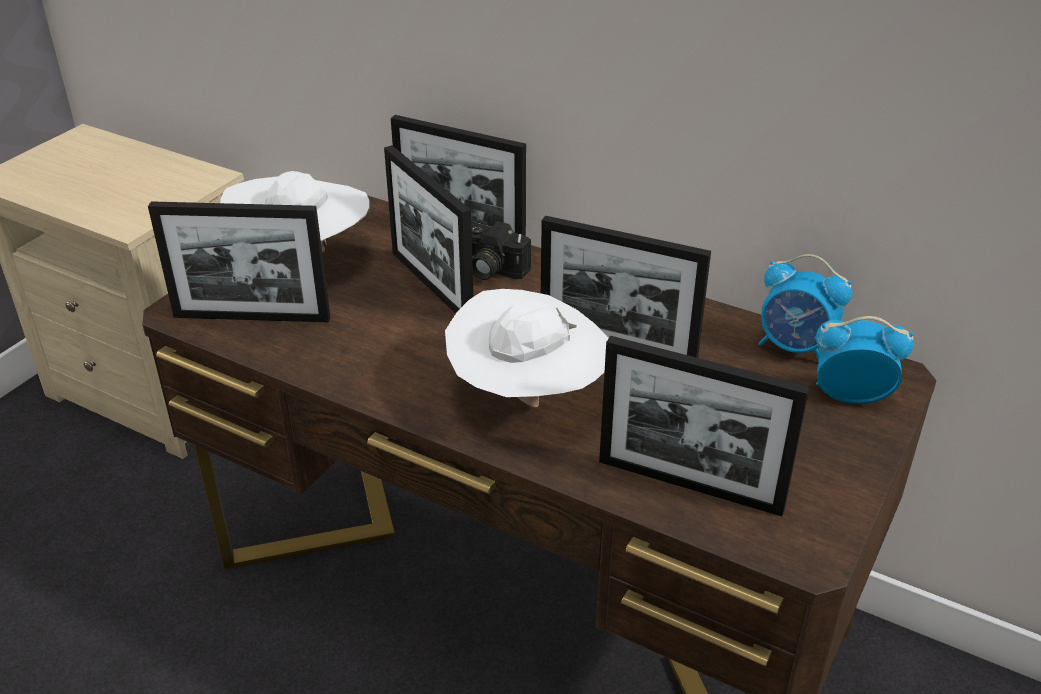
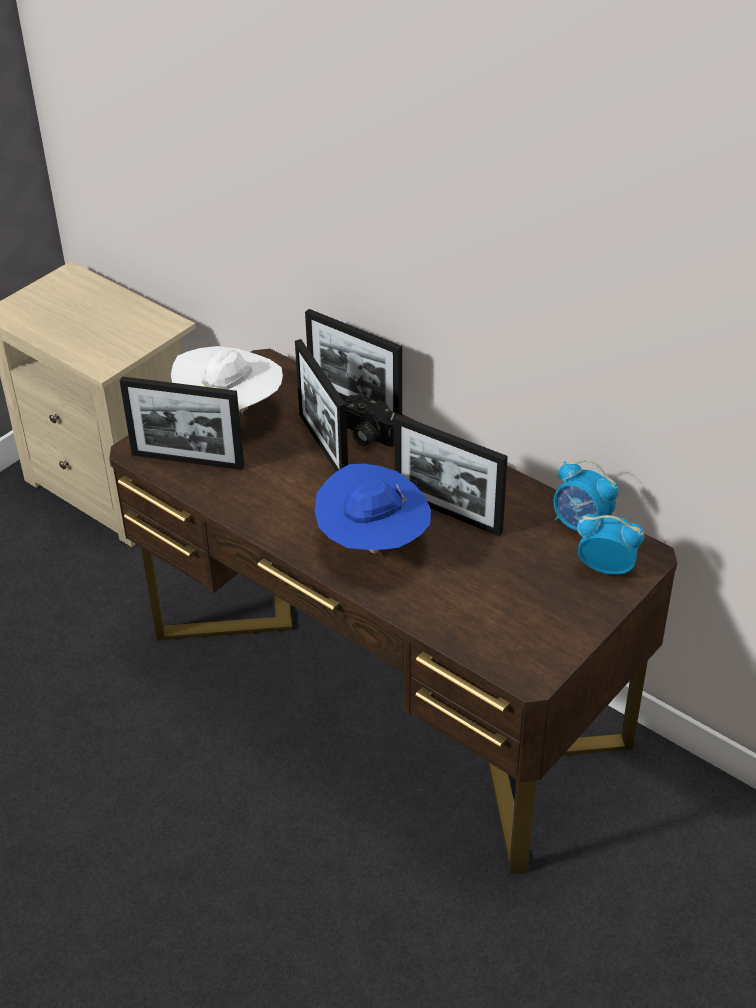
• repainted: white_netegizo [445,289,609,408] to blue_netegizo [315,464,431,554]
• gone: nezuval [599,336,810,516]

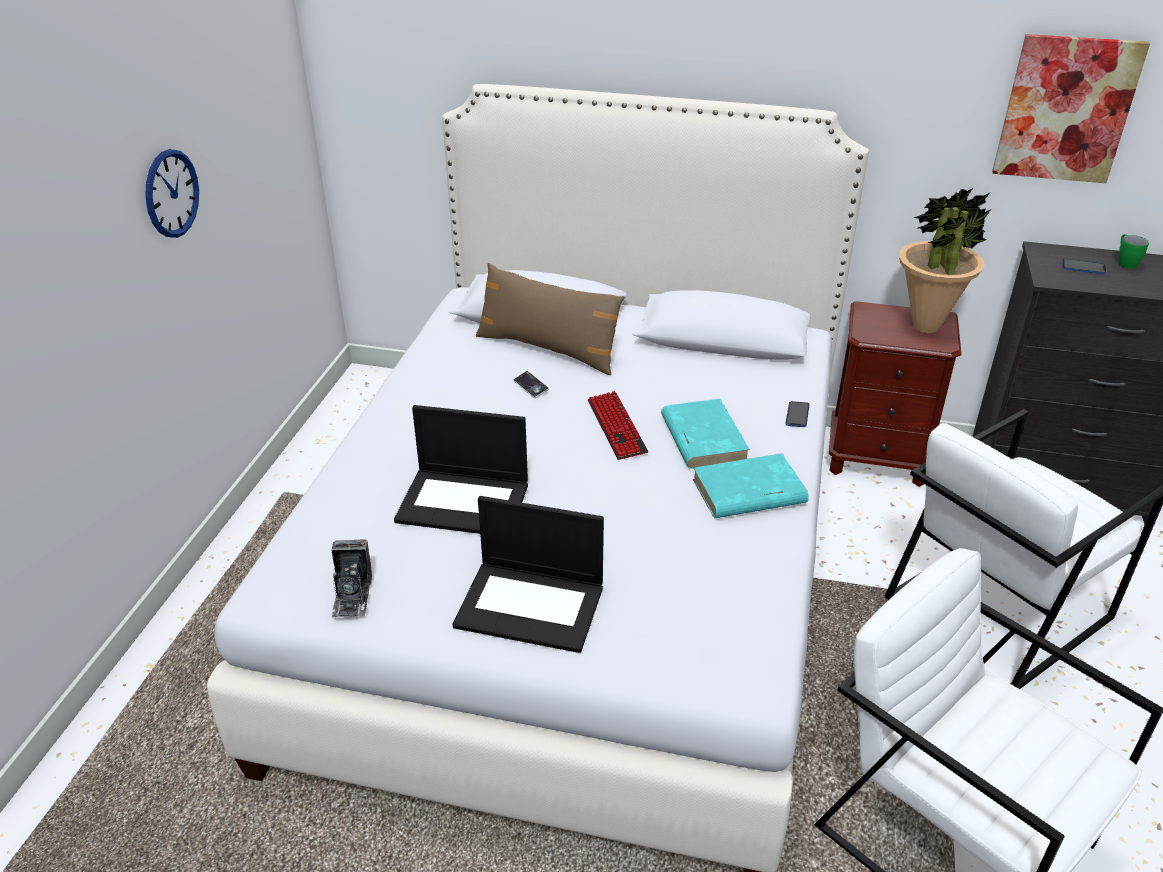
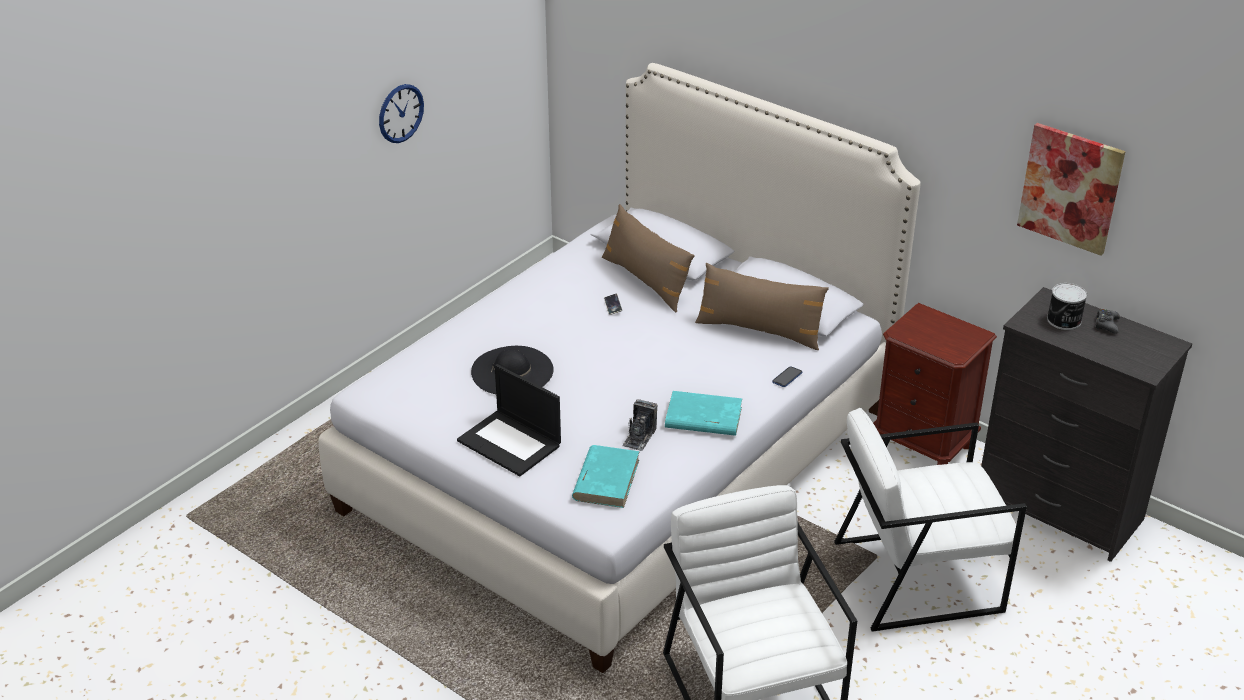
• swapped: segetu [394,405,528,534] to black_netegizo [471,346,554,394]
• shifted: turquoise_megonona [661,399,750,469] to [572,445,640,508]
• shifted: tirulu [331,539,372,618] to [622,399,657,451]
• new: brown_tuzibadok [695,263,829,350]
• swapped: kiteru [1062,258,1106,275] to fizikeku [1047,283,1087,330]
• swapped: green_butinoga [1118,234,1149,269] to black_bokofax [1094,309,1120,334]
• gone: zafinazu [588,391,648,460]
• gone: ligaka [899,188,991,333]

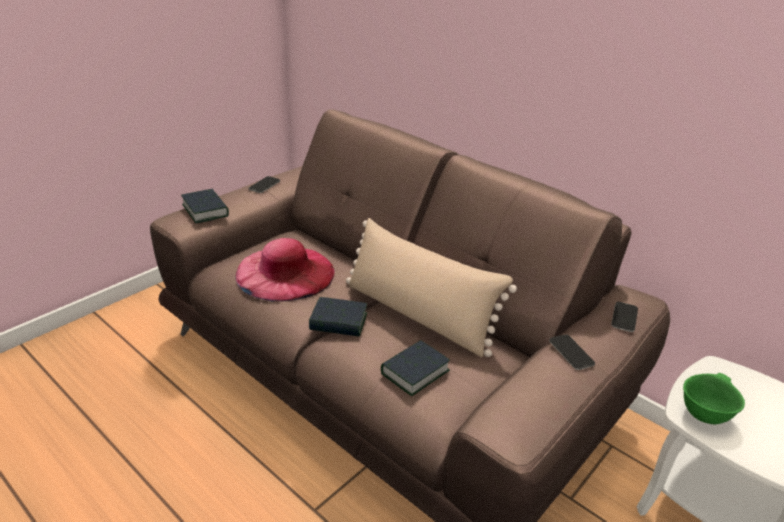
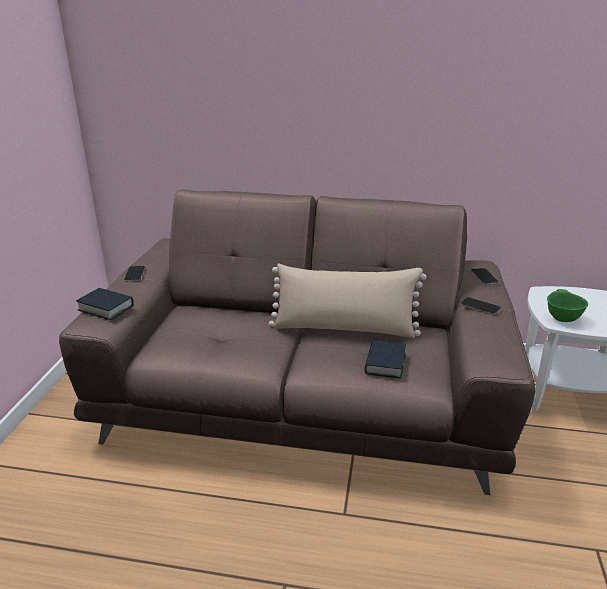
• gone: pink_netegizo [235,238,335,302]
• gone: megonona [309,297,367,337]

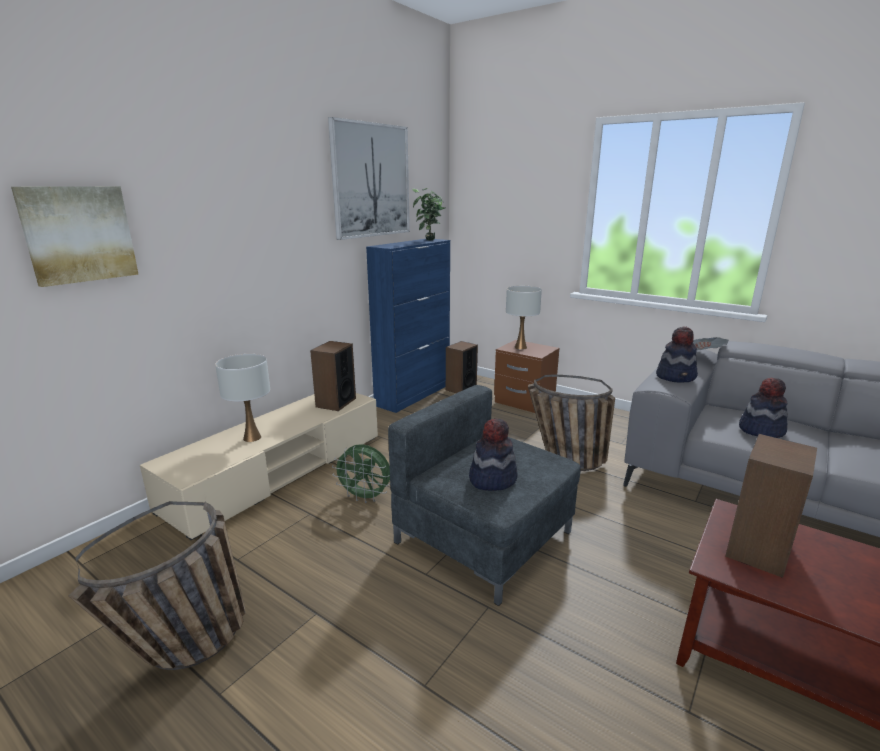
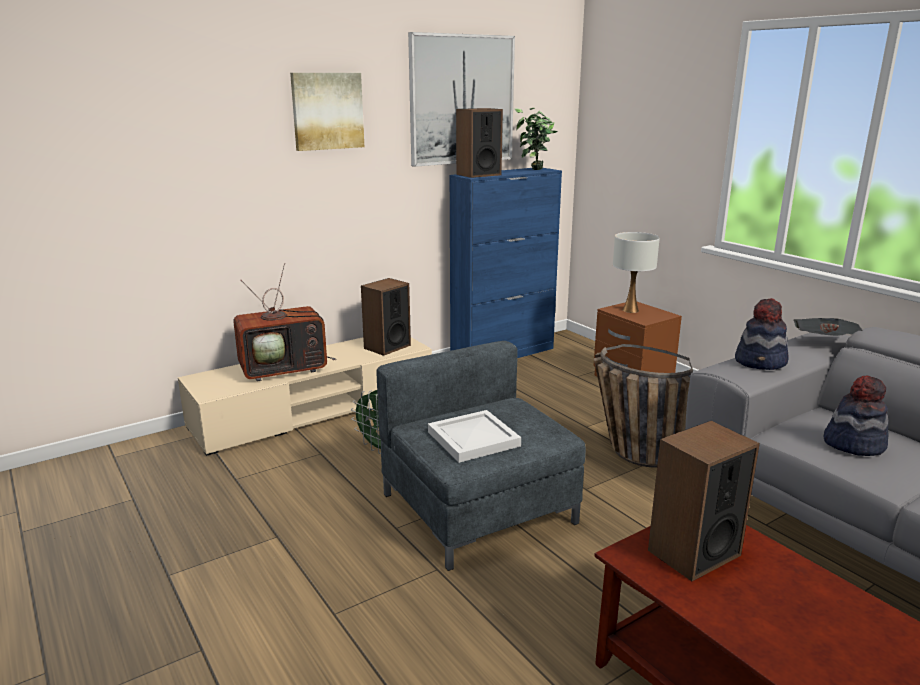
• swapped: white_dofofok [215,354,270,442] to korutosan [233,263,337,381]
• shifted: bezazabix [11,186,139,287] to [290,73,364,151]
• swapped: netegizo [469,418,518,491] to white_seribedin [428,410,521,463]
• shifted: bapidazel [446,341,478,393] to [456,108,503,178]
• gone: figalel [68,501,245,670]

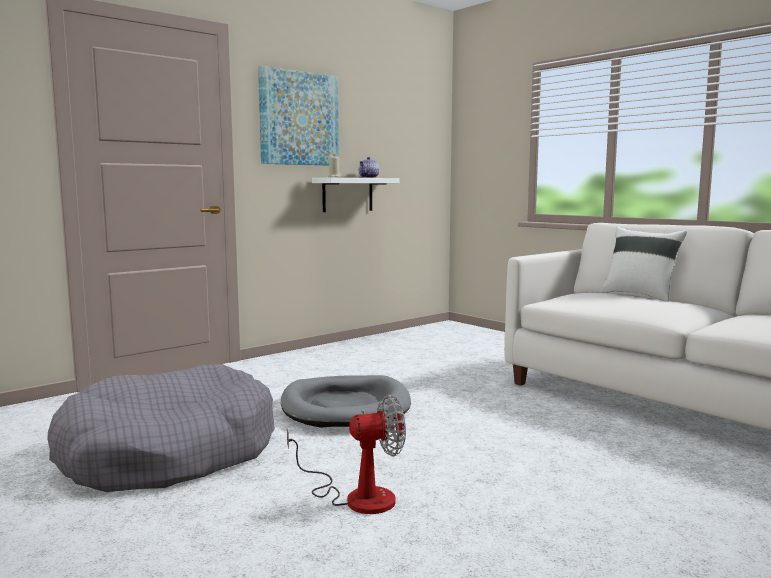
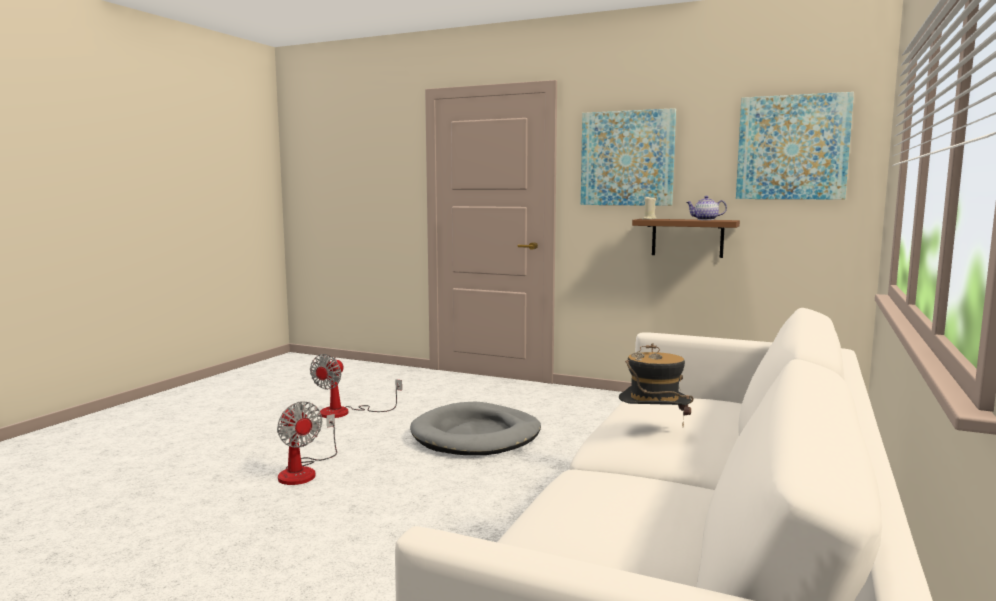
• swapped: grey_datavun [47,364,275,492] to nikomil [310,354,402,418]
• new: netegizo [619,343,694,426]
• repainted: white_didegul [312,178,400,212] to brown_didegul [632,219,740,258]
• new: bezazabix [736,92,854,199]
• gone: white_tuzibadok [601,227,687,302]

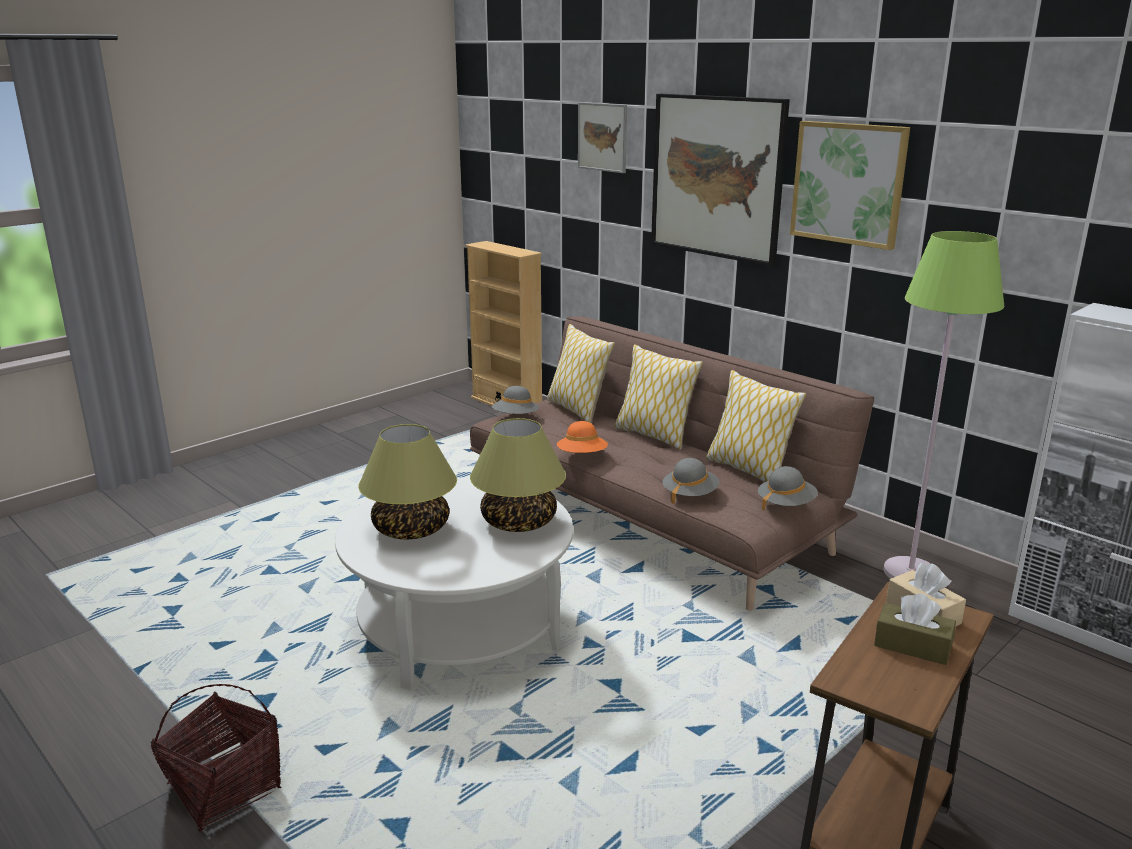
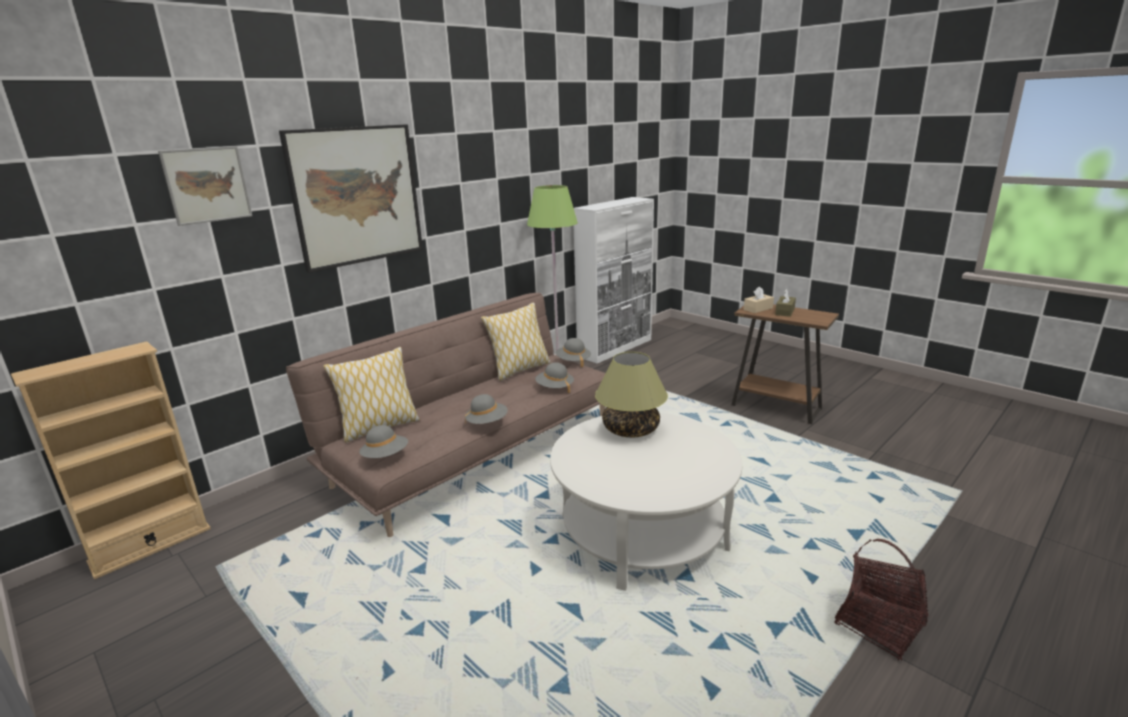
• repainted: orange_netegizo [557,421,608,453] to grey_netegizo [465,394,508,425]
• gone: dofofok [359,424,457,539]
• gone: tuzibadok [614,344,703,450]
• gone: bezazabix [790,121,910,250]

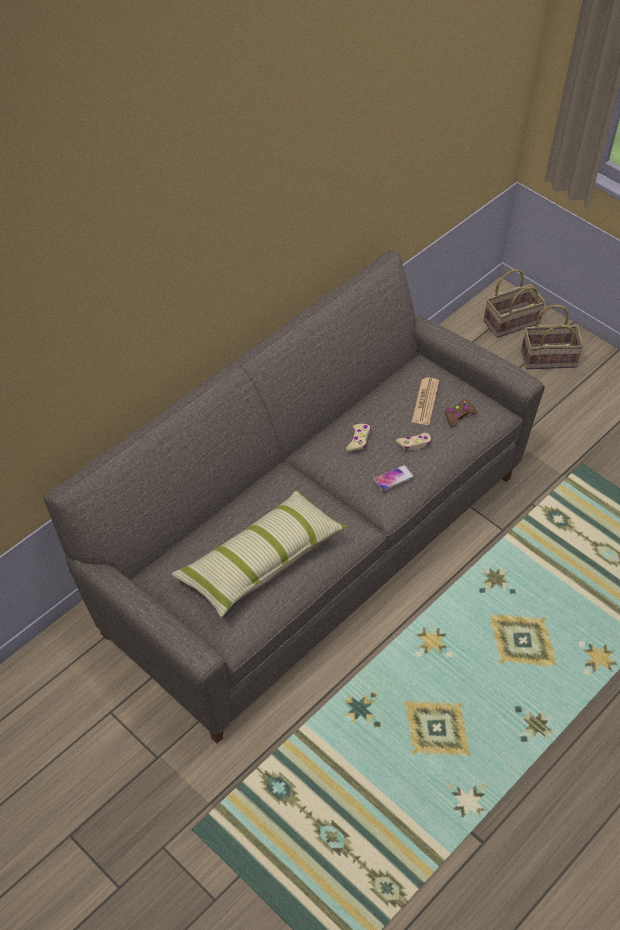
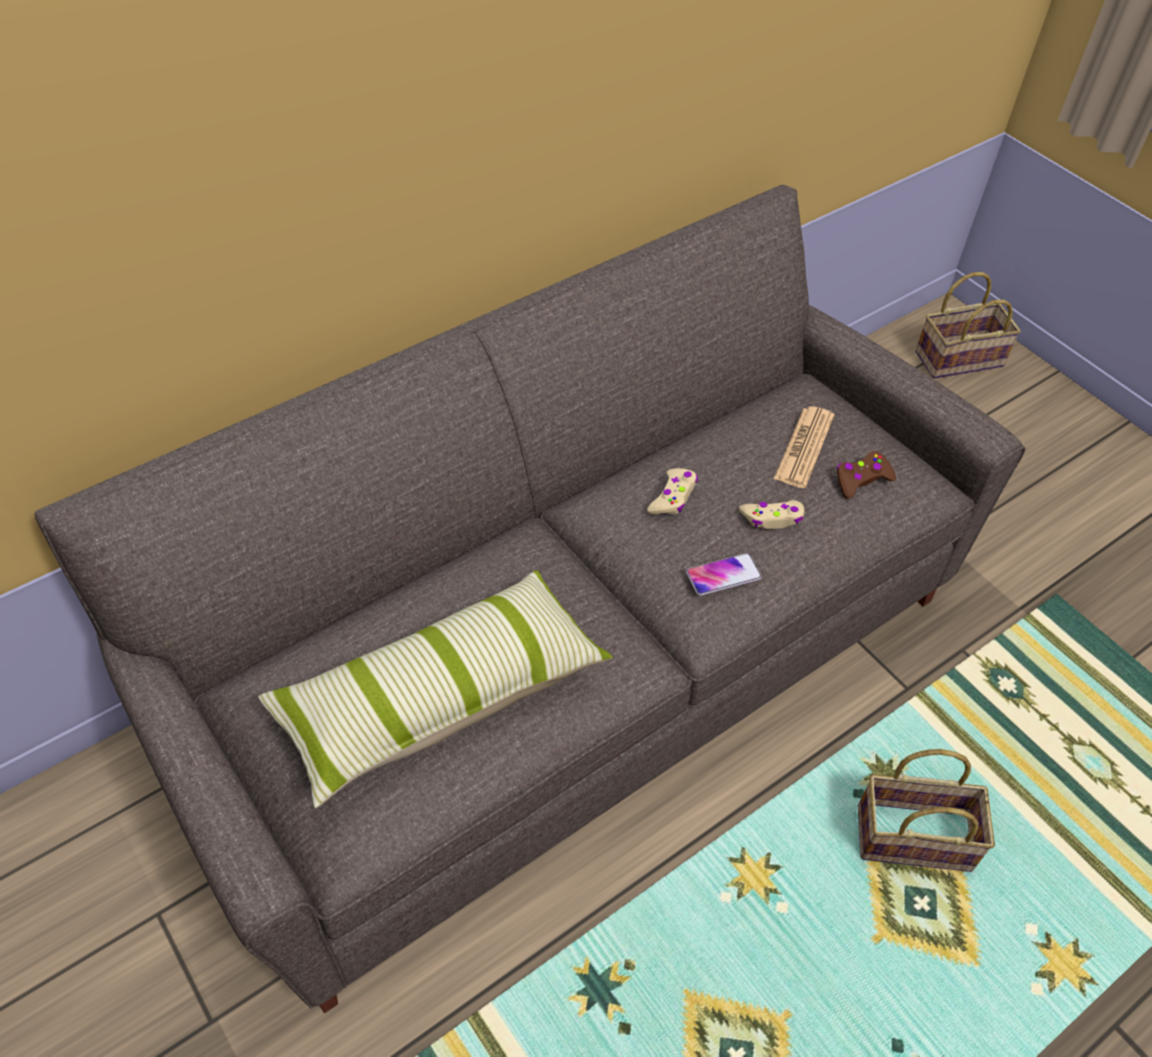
• shifted: figalel [521,305,584,369] to [858,749,995,872]

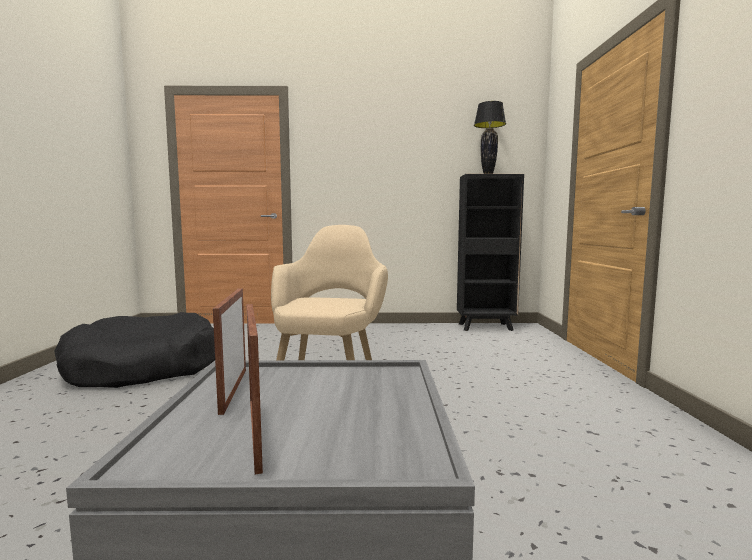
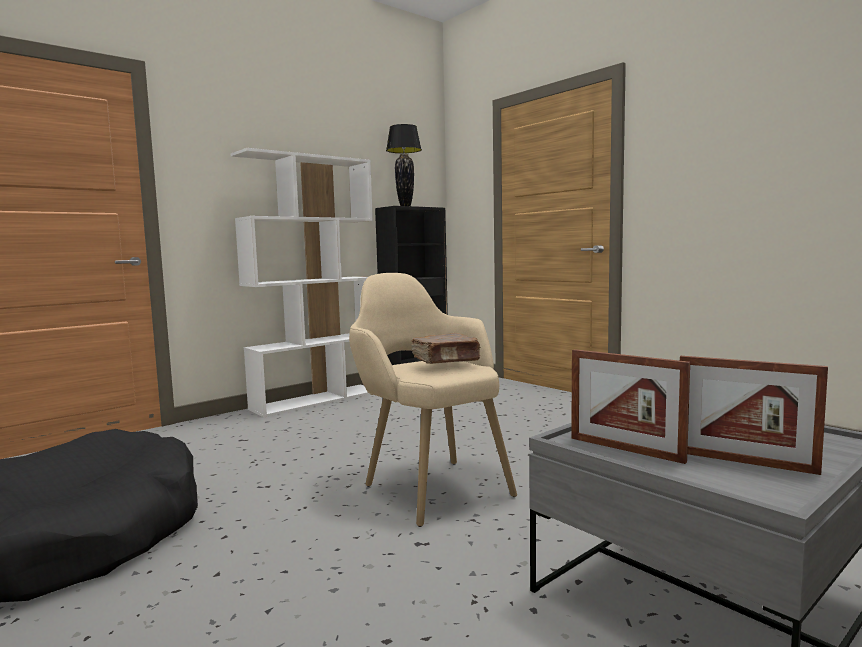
• new: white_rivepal [231,148,373,417]
• new: brown_megonona [411,333,481,364]

